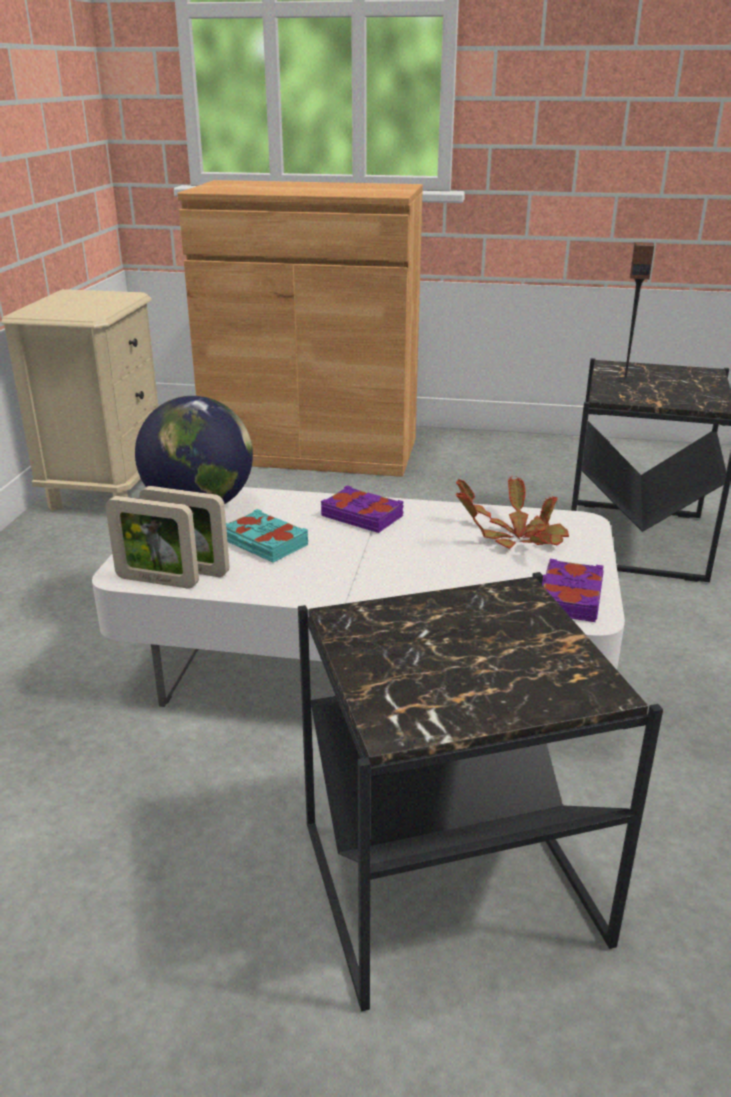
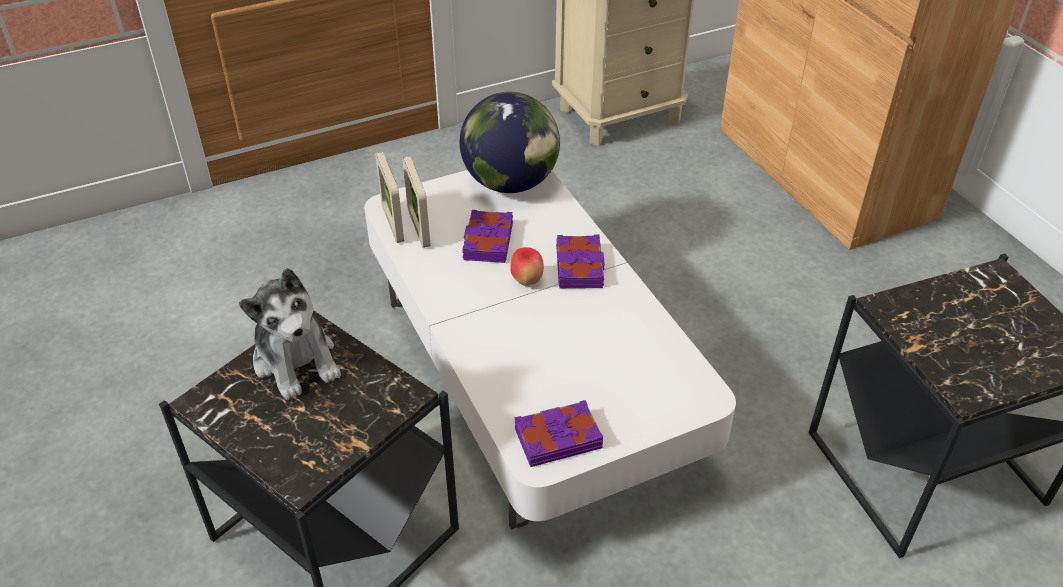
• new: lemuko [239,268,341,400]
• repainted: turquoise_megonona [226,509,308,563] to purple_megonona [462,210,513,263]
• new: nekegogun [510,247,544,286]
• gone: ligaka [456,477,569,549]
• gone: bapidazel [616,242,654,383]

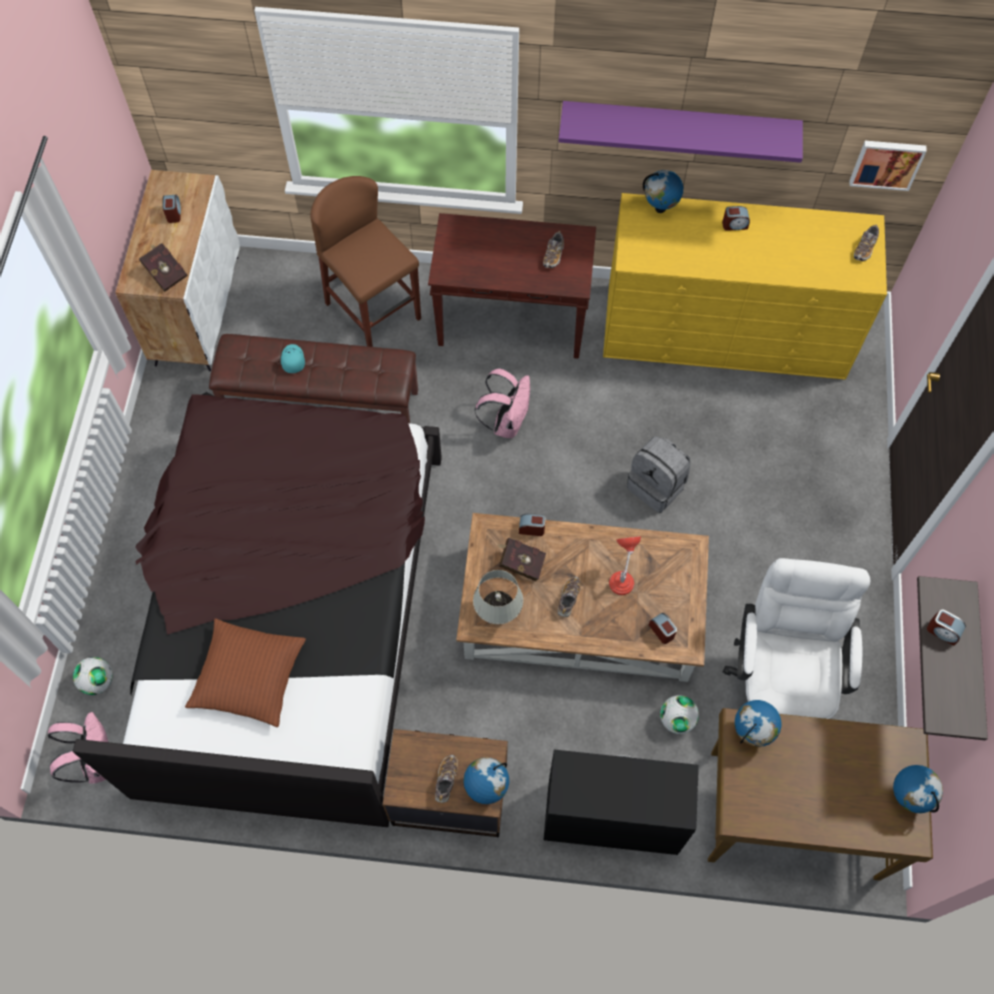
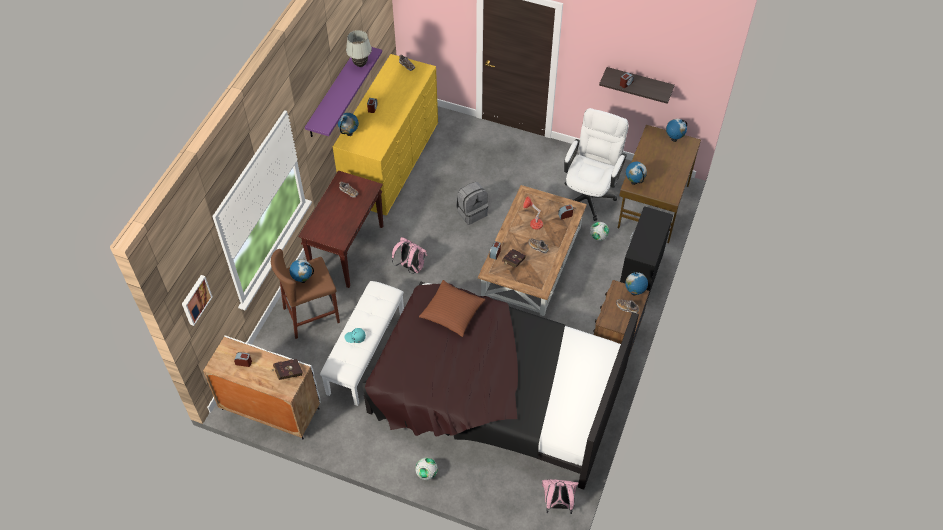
• shifted: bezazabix [850,141,927,191] to [182,275,213,326]
• new: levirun [290,259,314,283]
• repainted: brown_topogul [209,334,418,423] to white_topogul [320,281,404,406]
• shifted: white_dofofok [473,570,523,624] to [346,30,372,67]
• shifted: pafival [73,657,113,695] to [415,458,438,480]
• shifted: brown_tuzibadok [185,619,306,727] to [419,280,485,337]
• rotated: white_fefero [723,558,870,719] = [564,108,629,221] 90 degrees clockwise

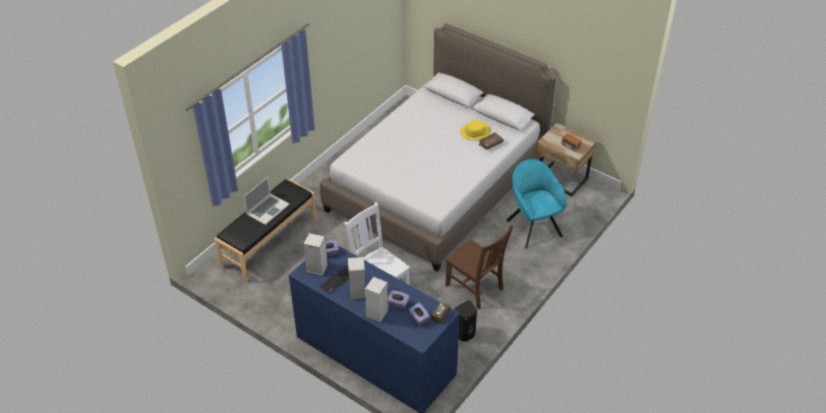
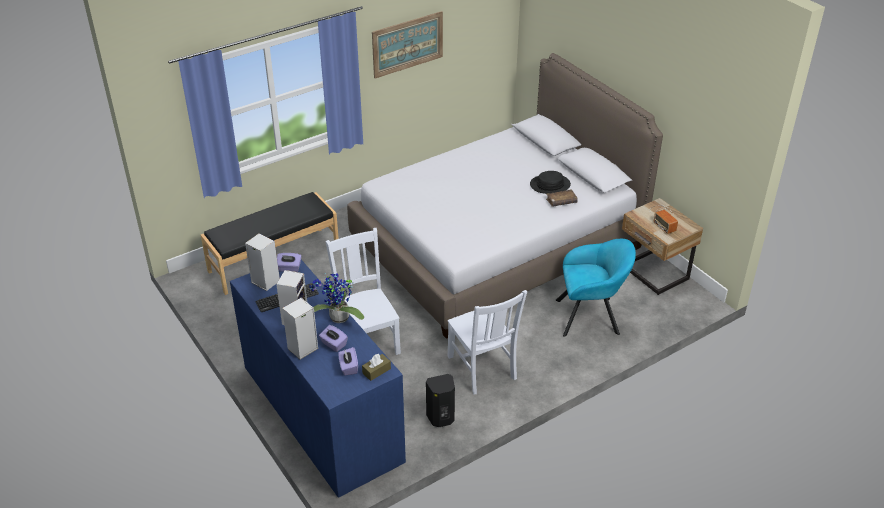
• new: ligaka [309,273,364,323]
• new: bezazabix [372,11,443,79]
• repainted: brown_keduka [445,225,514,309] to white_keduka [447,290,527,394]
• repainted: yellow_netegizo [460,120,491,140] to black_netegizo [530,171,571,194]
• rotated: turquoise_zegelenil [506,159,566,249] = [556,239,636,337] 90 degrees clockwise
• gone: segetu [243,177,290,225]

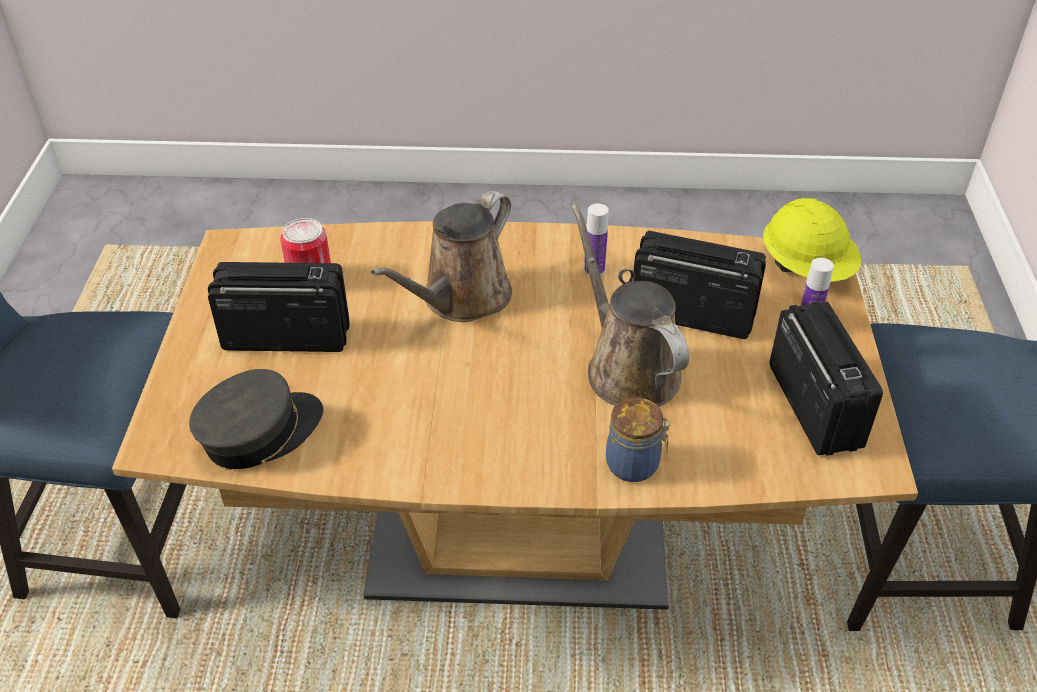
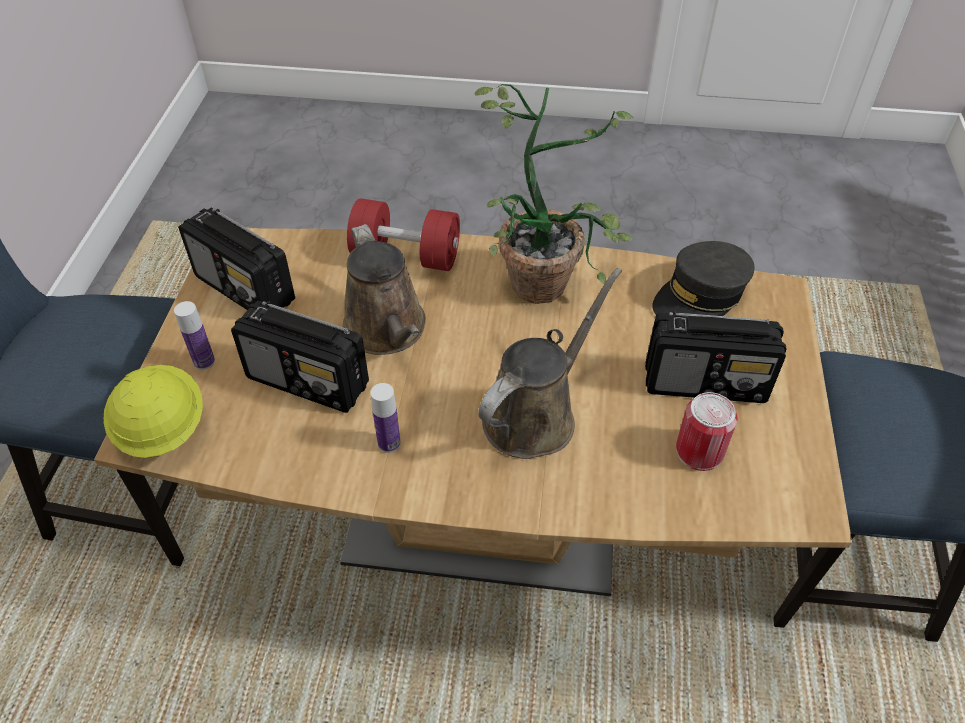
• rotated: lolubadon [770,301,883,456] = [178,208,295,310] 45 degrees counterclockwise
• swapped: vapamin [606,398,671,482] to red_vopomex [347,198,460,271]
• new: ligaka [475,84,634,304]

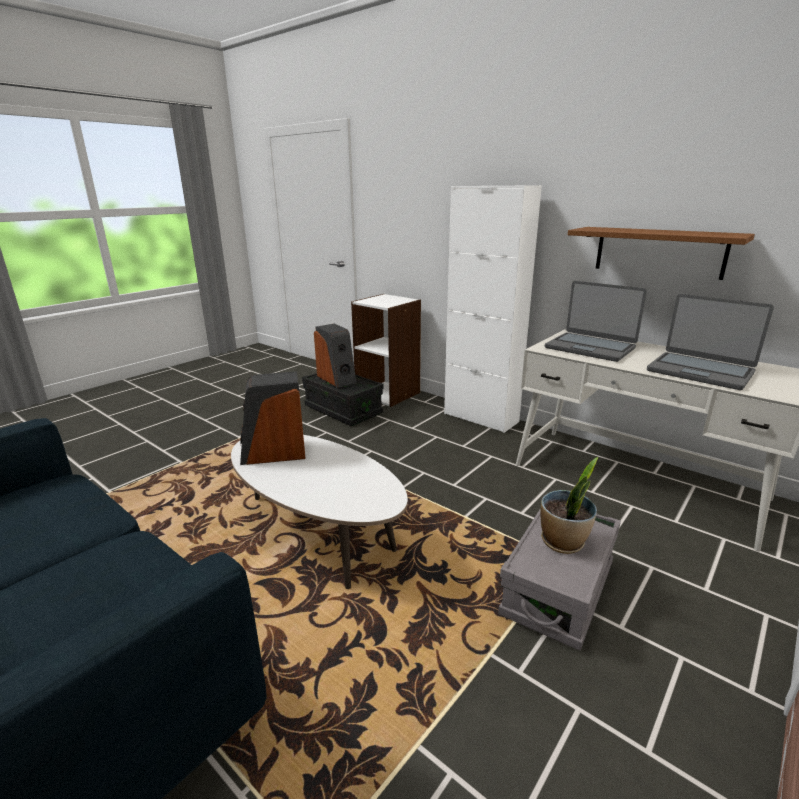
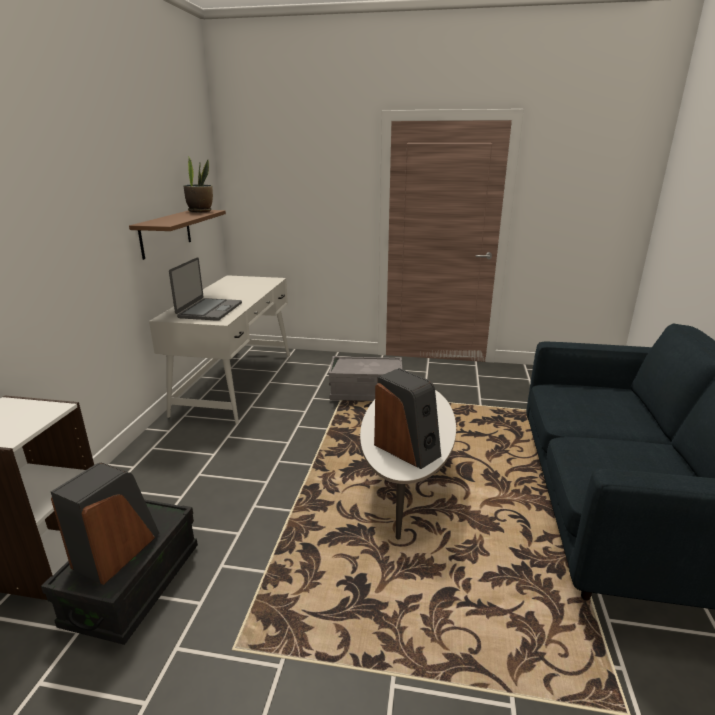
• shifted: ligaka [540,457,598,554] to [183,156,213,212]
• gone: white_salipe [444,185,542,433]
• gone: segetu [647,294,774,390]

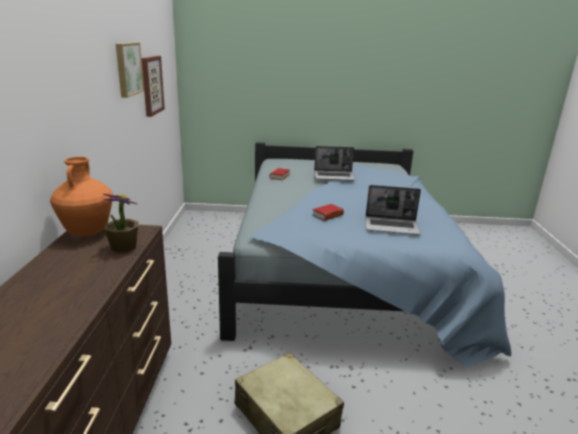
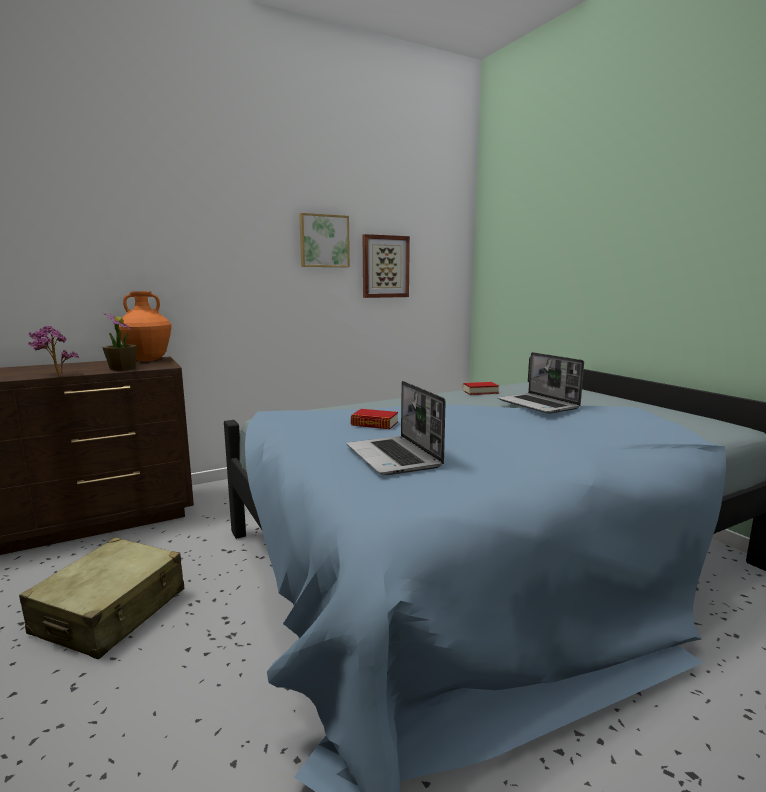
• new: ligaka [28,326,79,375]

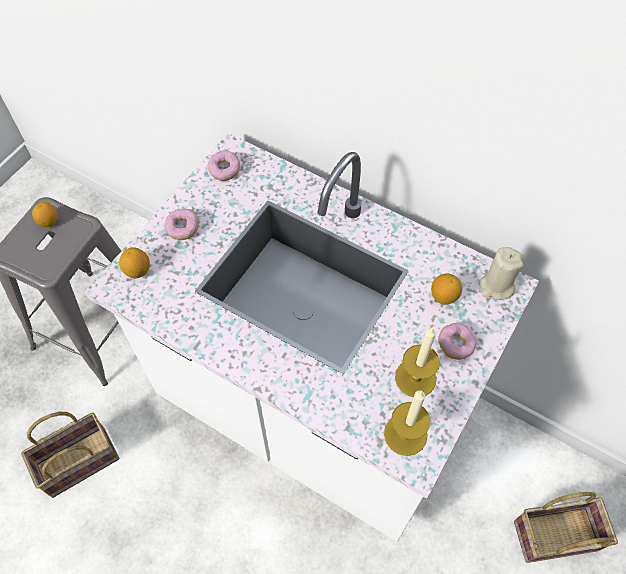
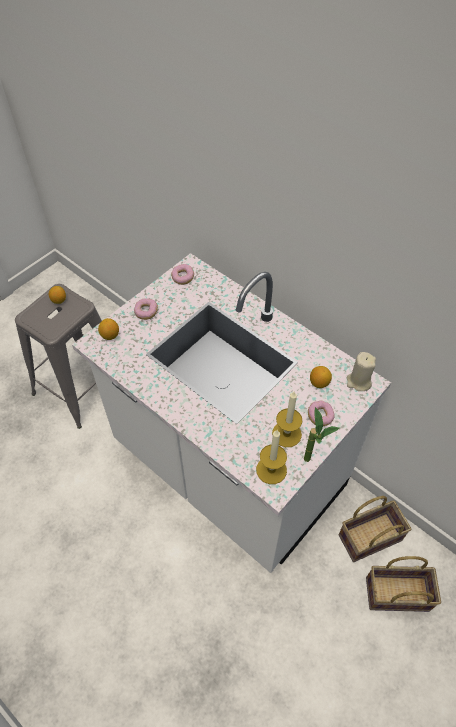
• new: ligaka [304,407,340,462]
• shifted: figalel [21,412,119,498] to [339,496,411,562]

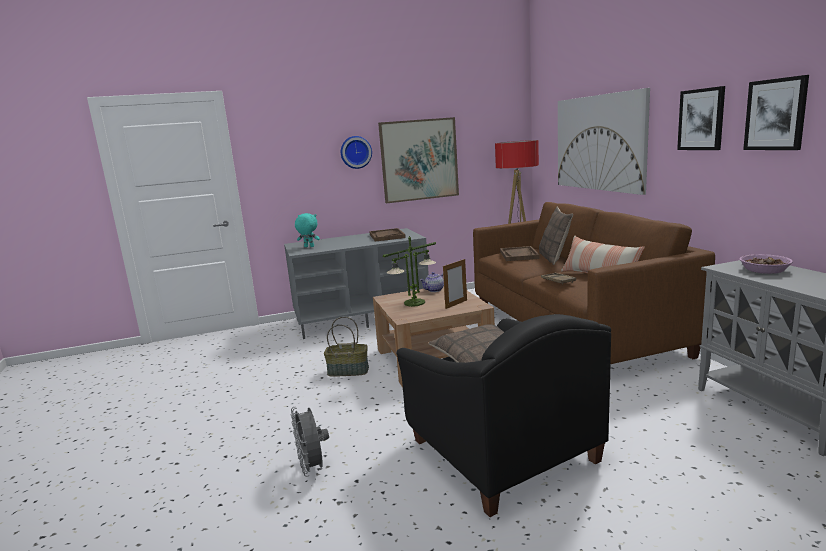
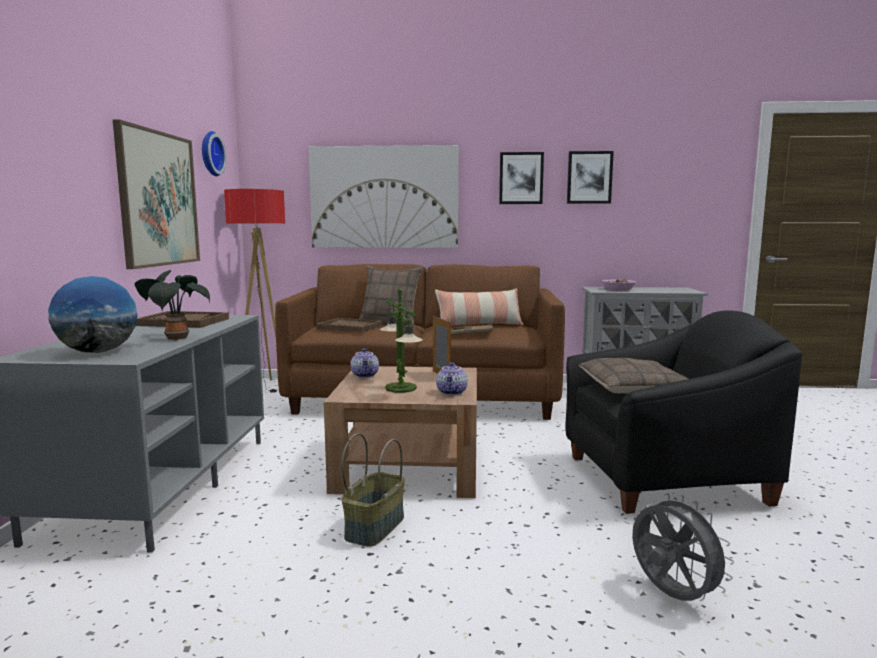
• swapped: turquoise_lemuko [295,213,320,247] to levirun [48,276,138,353]
• new: ligaka [134,270,210,341]
• shifted: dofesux [341,136,372,169] to [202,131,227,176]
• new: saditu [436,362,468,395]
• rotated: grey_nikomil [291,407,329,477] = [632,493,734,601] 120 degrees counterclockwise

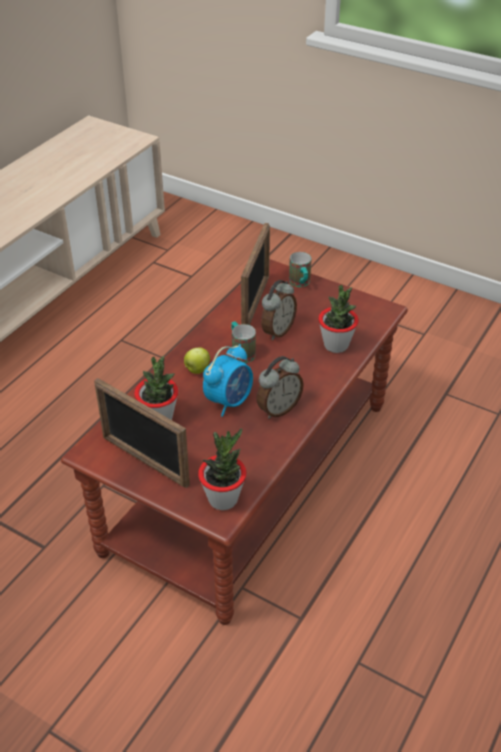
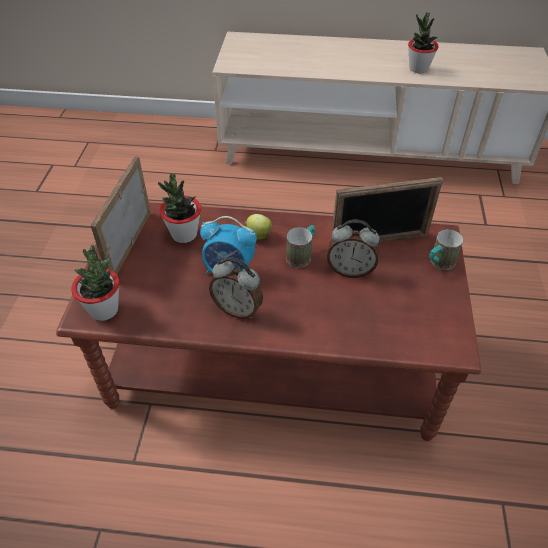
• shifted: ligaka [318,285,359,353] to [408,12,439,73]

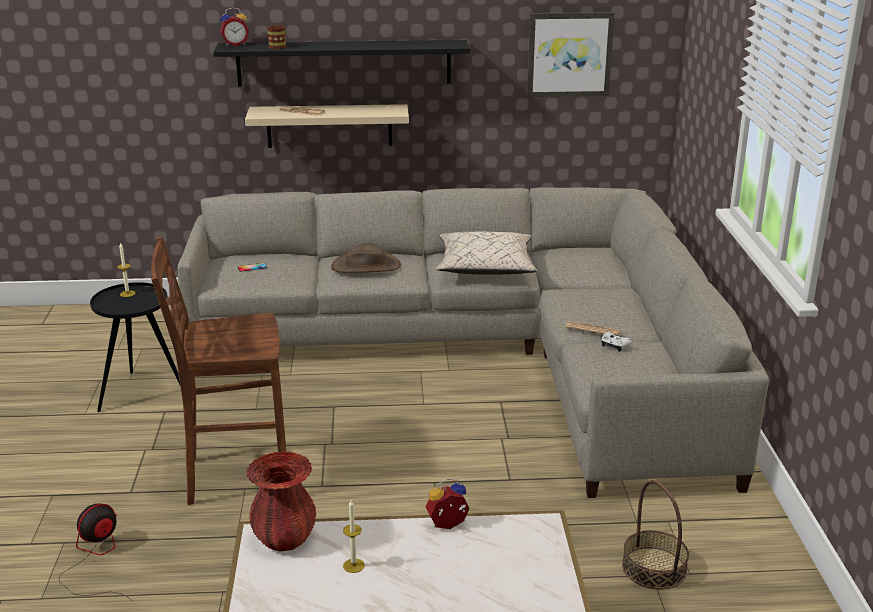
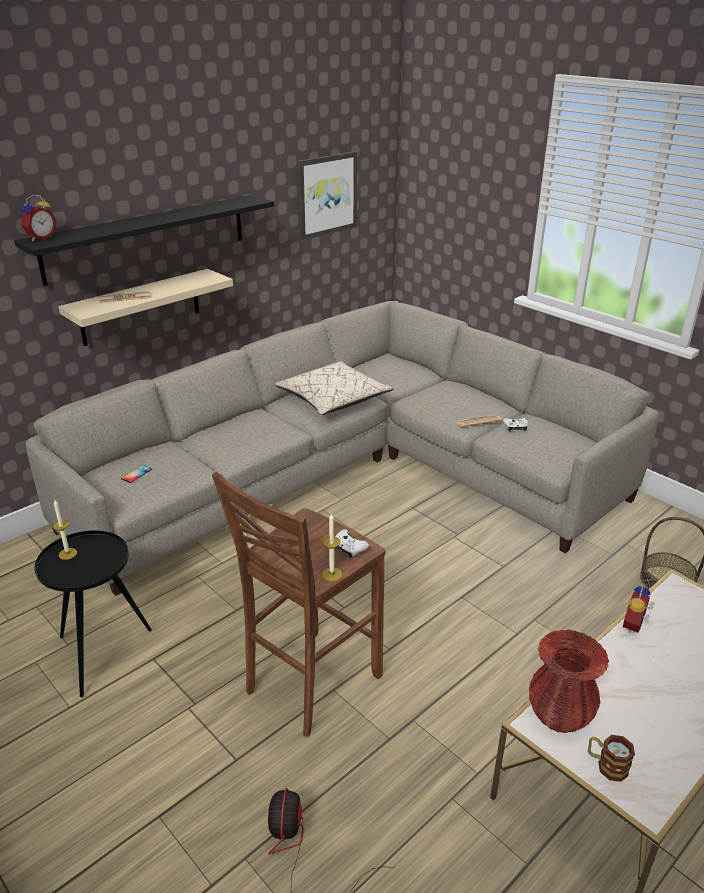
• shifted: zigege [343,500,365,573] to [322,514,342,581]
• new: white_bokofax [335,529,369,558]
• shifted: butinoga [267,25,286,49] to [588,735,635,782]
• gone: brown_netegizo [331,243,401,273]

